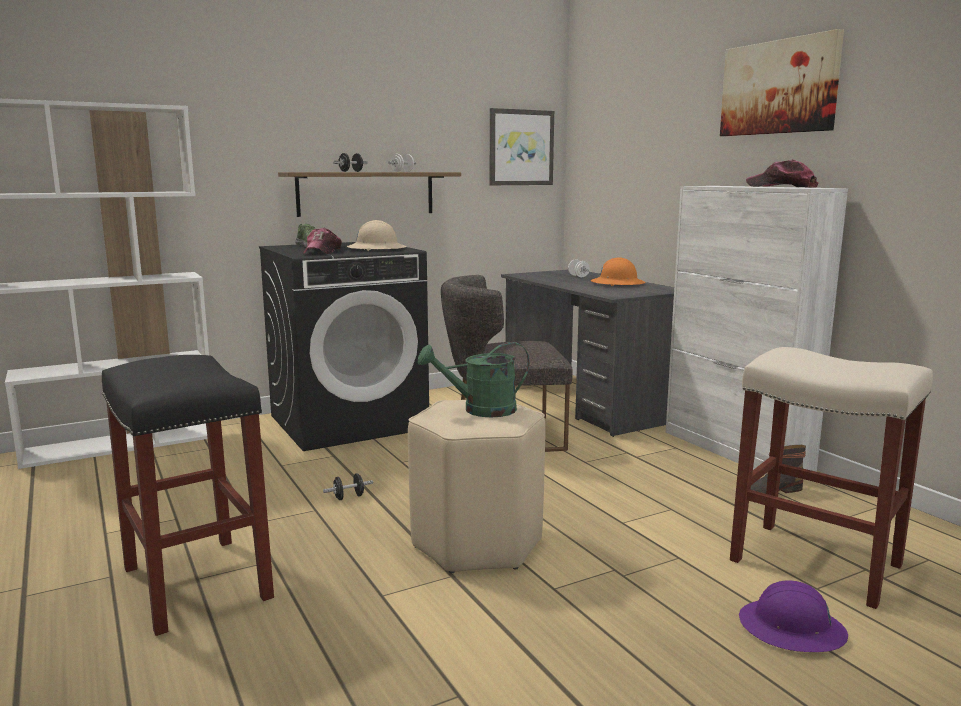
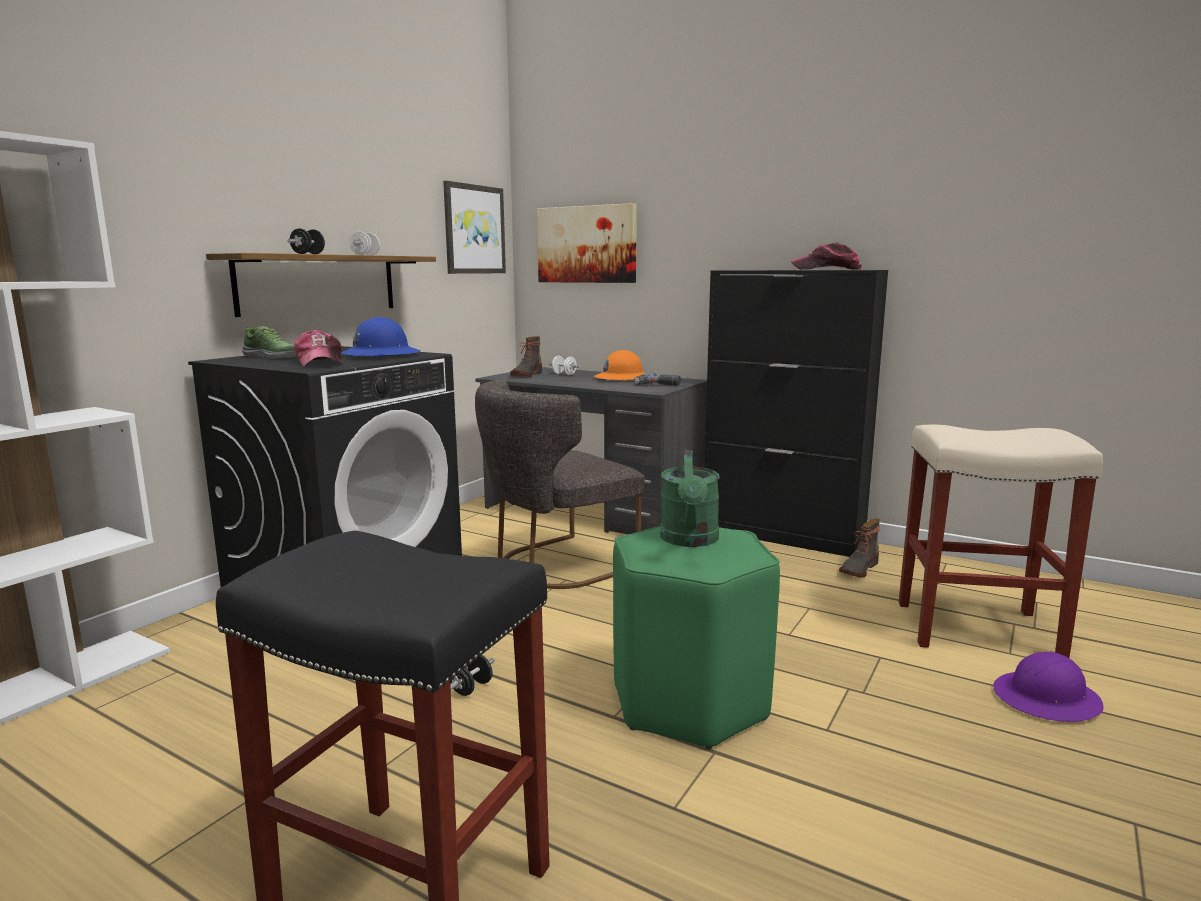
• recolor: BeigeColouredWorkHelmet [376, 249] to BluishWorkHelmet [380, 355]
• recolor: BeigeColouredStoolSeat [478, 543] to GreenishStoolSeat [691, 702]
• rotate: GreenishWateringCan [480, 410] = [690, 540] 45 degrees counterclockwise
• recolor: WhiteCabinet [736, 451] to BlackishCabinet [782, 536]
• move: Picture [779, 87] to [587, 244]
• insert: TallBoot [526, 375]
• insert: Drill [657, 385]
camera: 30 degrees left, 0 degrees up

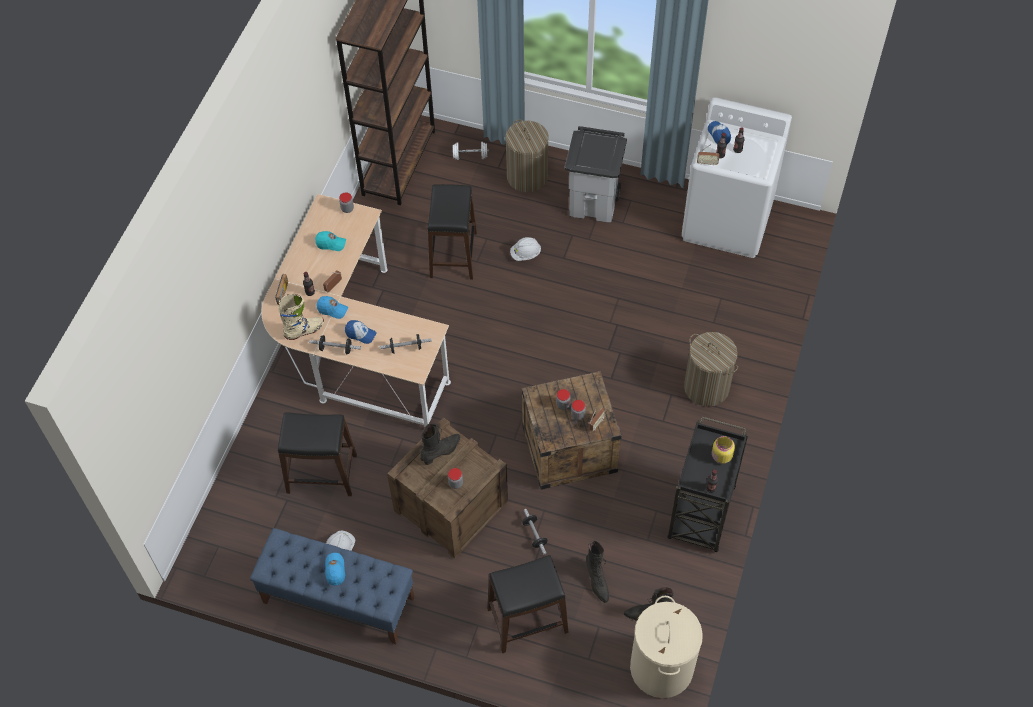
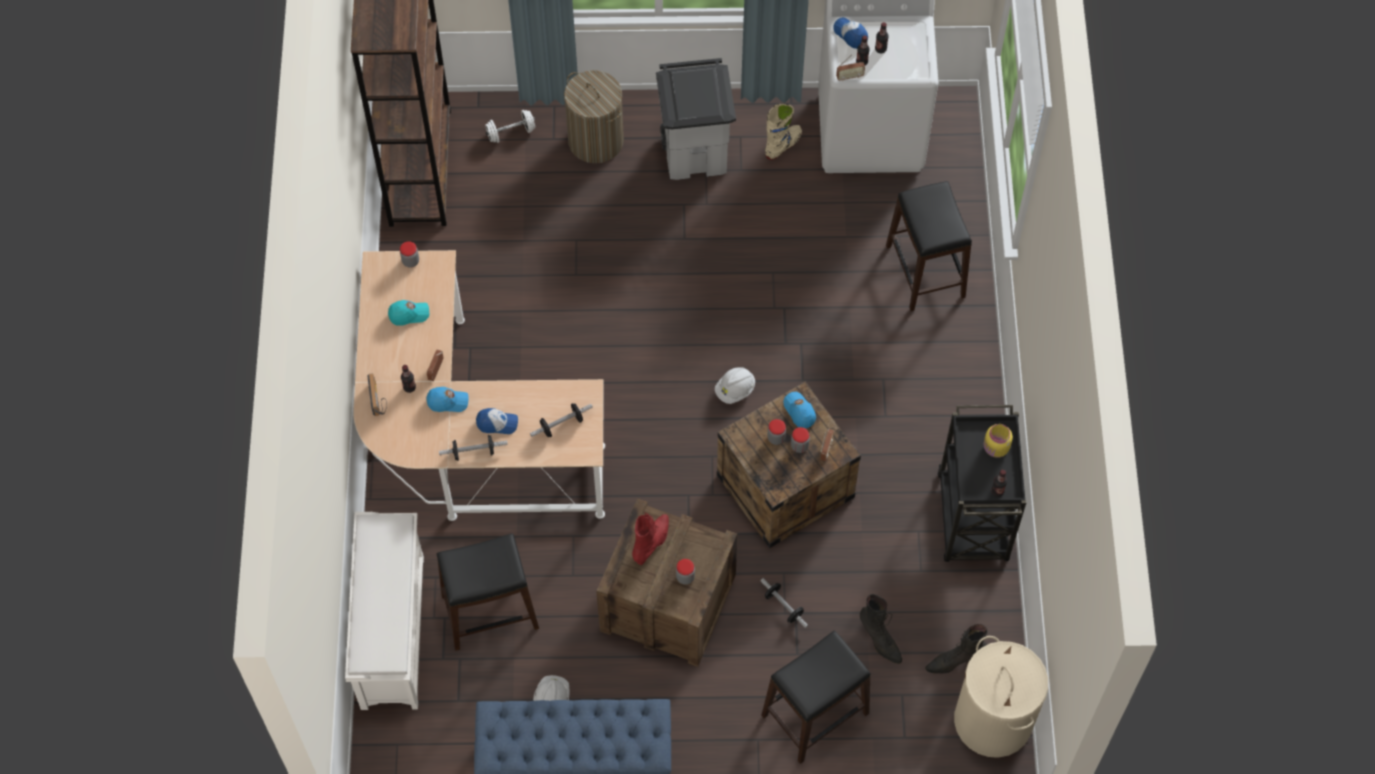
• move: BeigeColouredTallBoot [304, 331] to [783, 145]
• move: BluishPeakedCap [335, 570] to [799, 412]
• recolor: BlackishTallBoot [441, 452] to RedColouredTallBoot [652, 543]
• move: BlackishStoolSeat [454, 254] to [925, 271]
• move: WhiteWorkHelmet [525, 254] to [735, 390]
• delete: LaundryBasket [706, 387]
• insert: WhiteShoeStand [391, 630]
camera: 20 degrees left, 5 degrees up

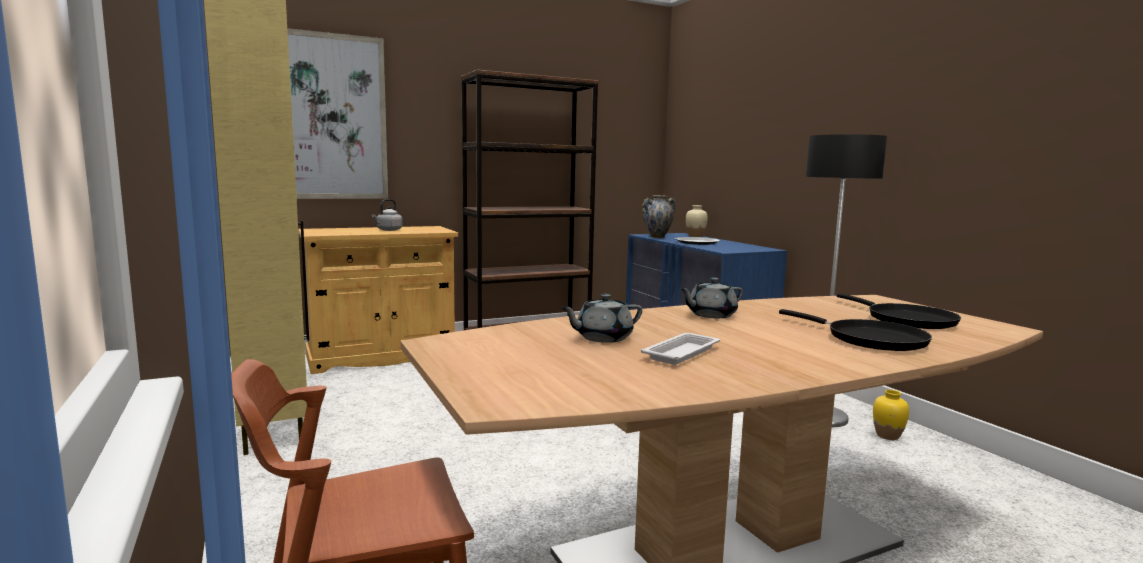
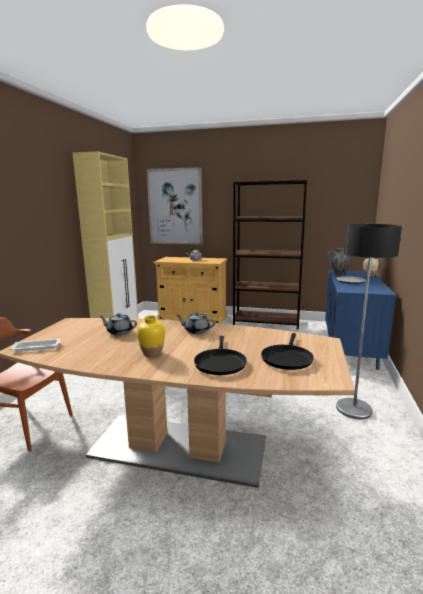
• move: WhiteCarryingTray [682, 353] to [37, 347]
• move: YellowColouredFlowerVase [887, 436] to [152, 354]
camera: 40 degrees right, 5 degrees up

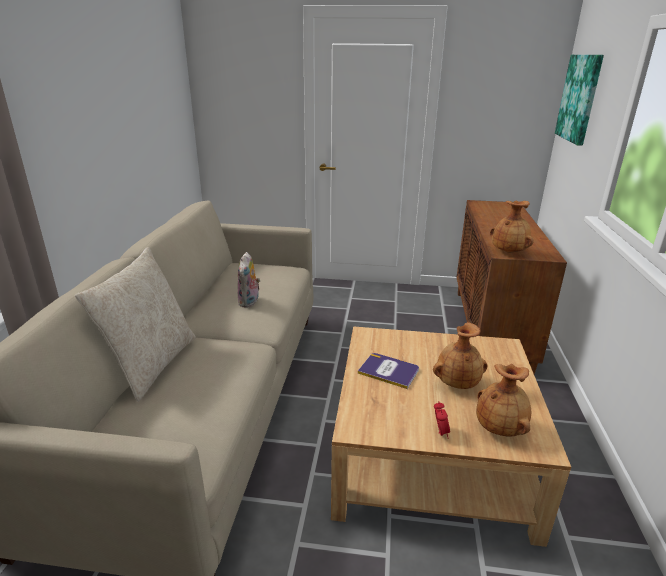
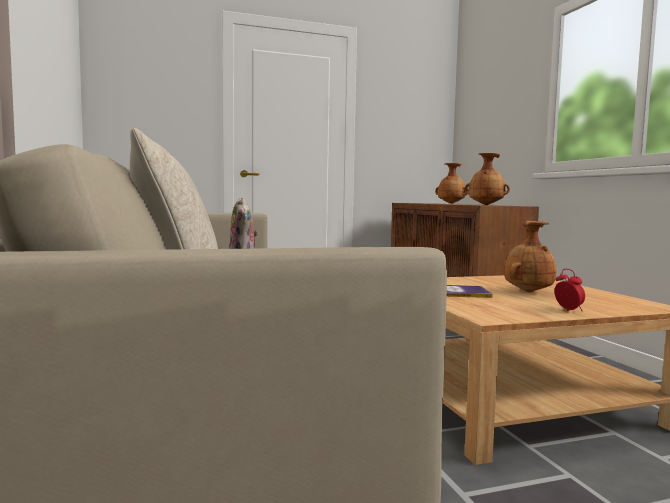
• move: BrownishFlowerVase [500, 428] to [451, 203]
• delete: Picture [579, 98]
camera: 25 degrees left, 20 degrees down

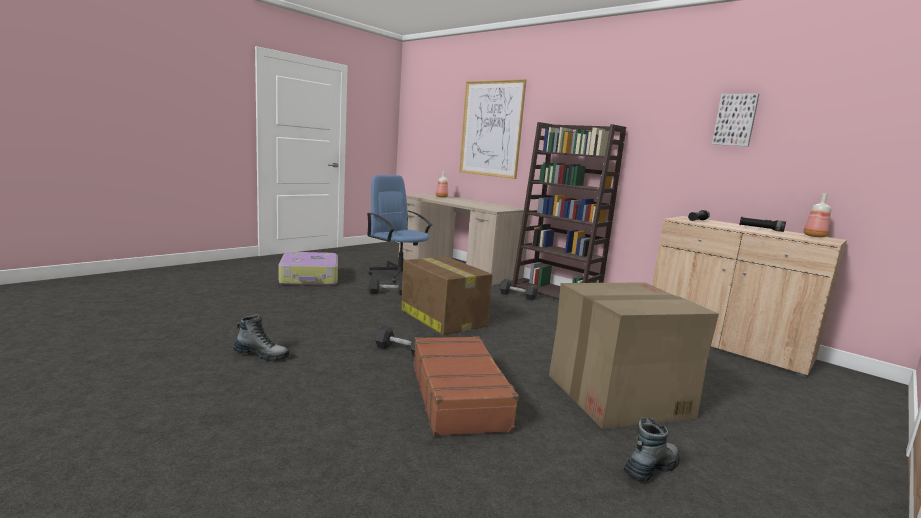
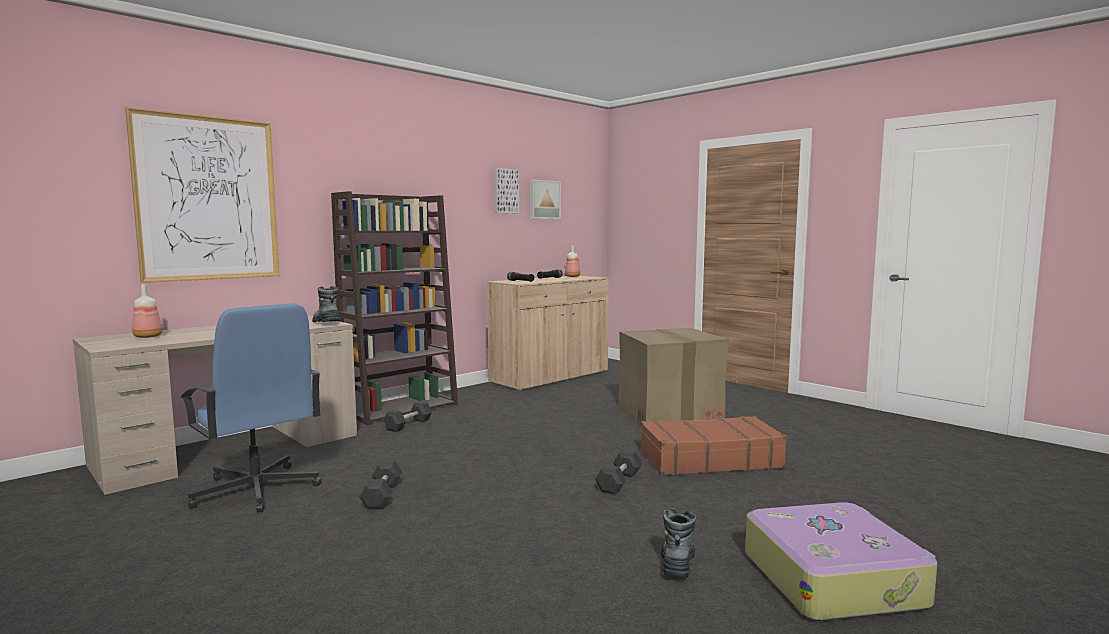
• move: Suitcase [310, 278] to [833, 579]
• rotate: BluishDeskChair [399, 274] = [256, 490] 90 degrees counterclockwise
• delete: PackingBox [442, 318]
• move: TallBoot [651, 468] to [326, 322]
• insert: Picture [544, 199]
camera: 85 degrees left, 5 degrees down

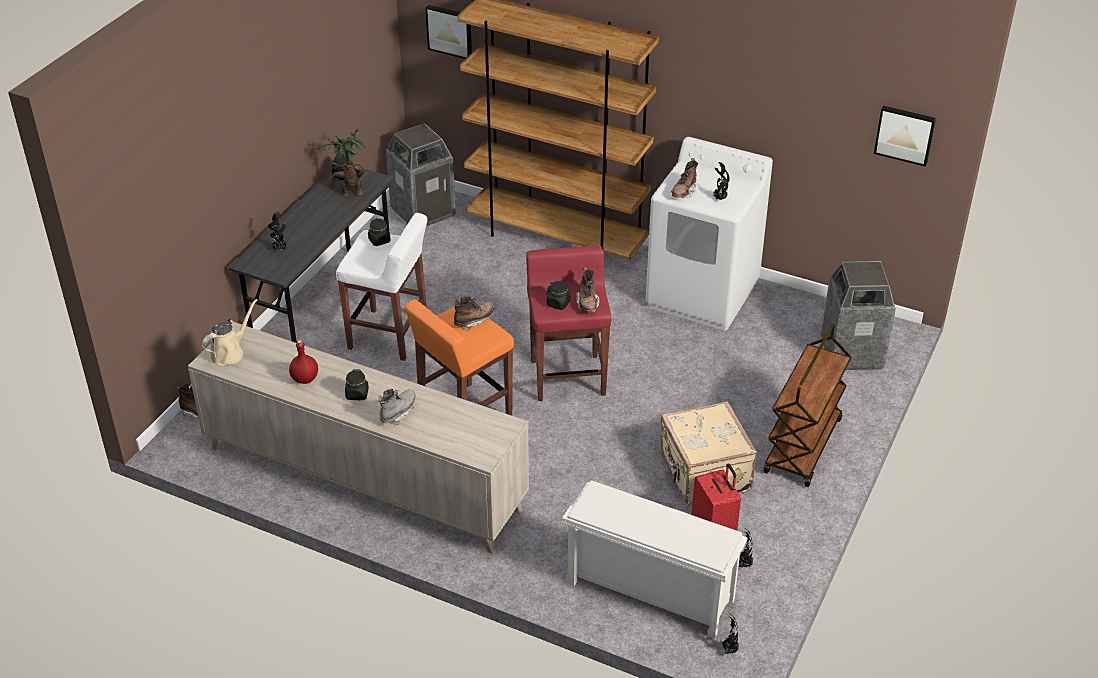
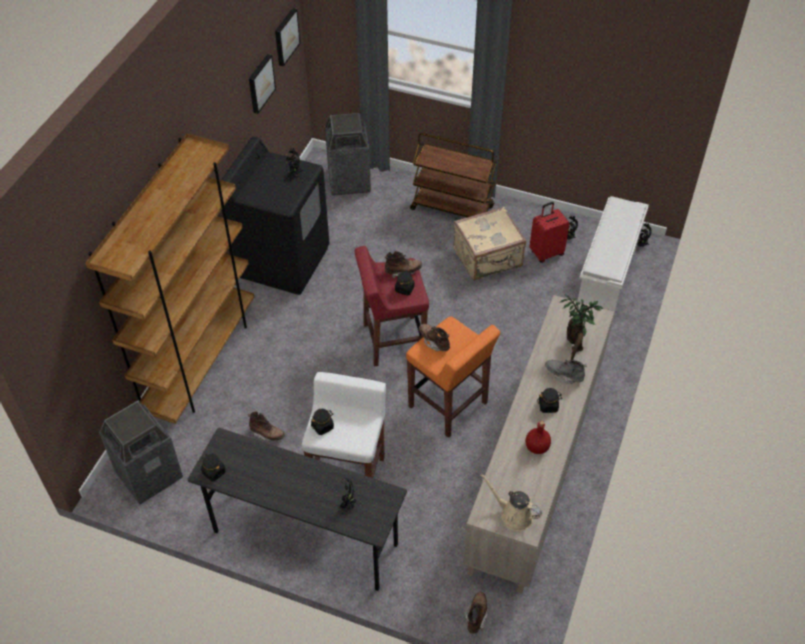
• move: PlantInAPot [349, 192] to [574, 346]
• move: Picture [450, 31] to [260, 83]
• recolor: WhiteLaundryAppliance [703, 295] to BlackishLaundryAppliance [282, 261]
• move: BrownishTallBoot [683, 192] to [267, 434]
camera: 95 degrees left, 10 degrees up

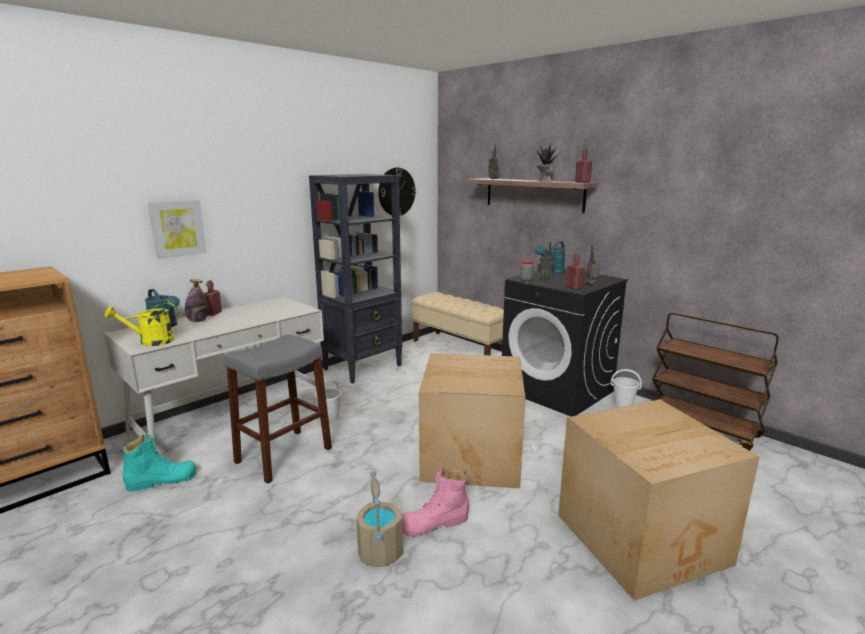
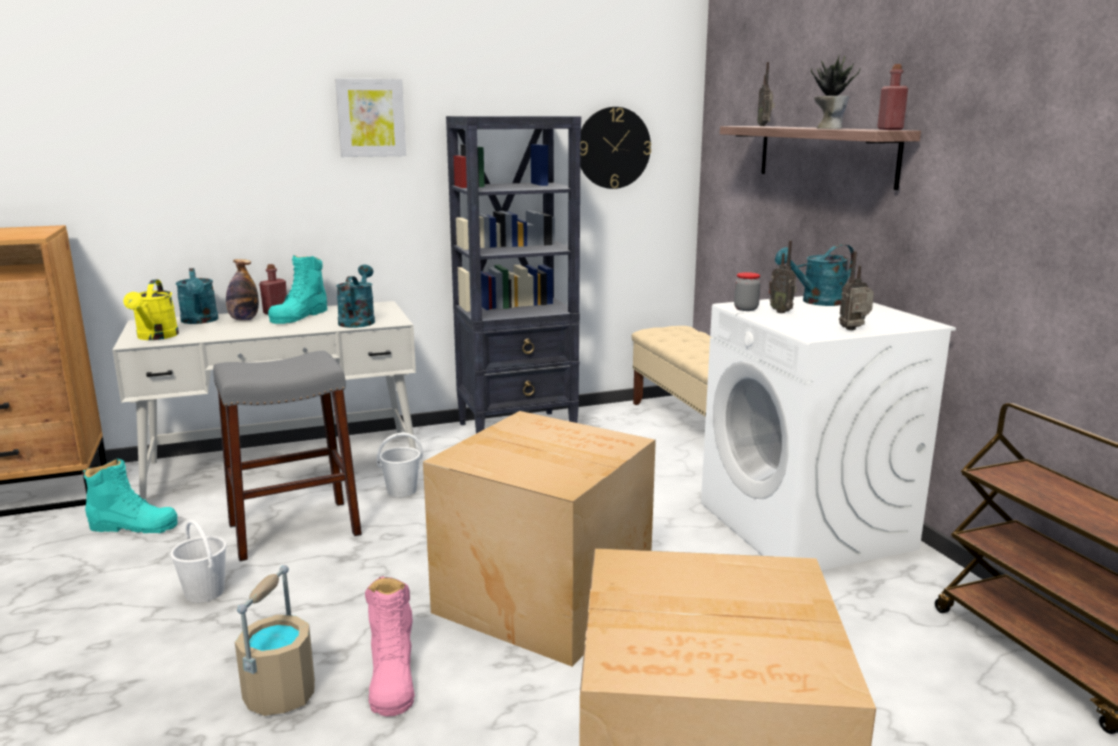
• rotate: YellowColouredWateringCan [150, 342] = [155, 337] 105 degrees counterclockwise
• move: Picture [177, 228] to [371, 118]
• rotate: PinkColouredTallBoot [435, 523] = [392, 678] 105 degrees counterclockwise
• recolor: BlackishLaundryAppliance [557, 390] to WhiteLaundryAppliance [806, 526]
• delete: RedColouredBeverageBottle [574, 287]
• move: WhiteBucket [623, 404] to [204, 592]
• insert: BlueGreenTallBoot [299, 316]
• insert: BlueGreenWateringCan [358, 321]
camera: 25 degrees right, 0 degrees up

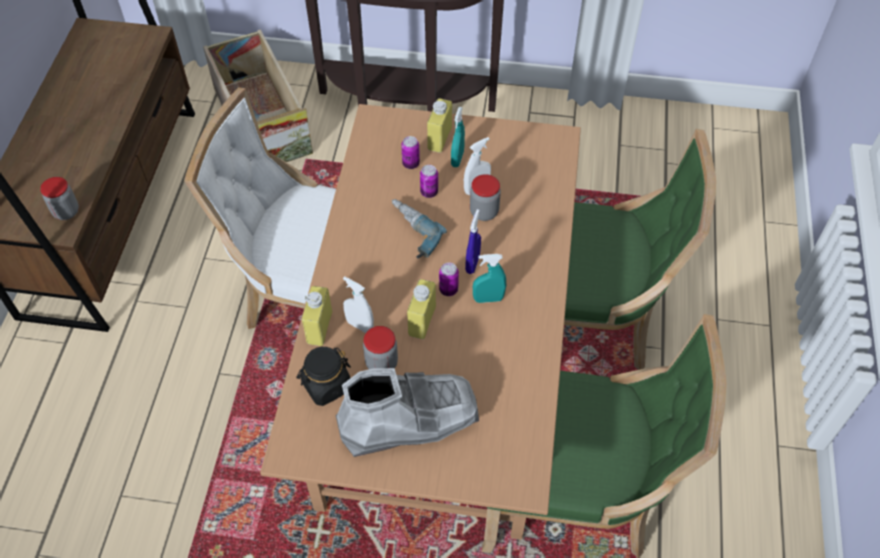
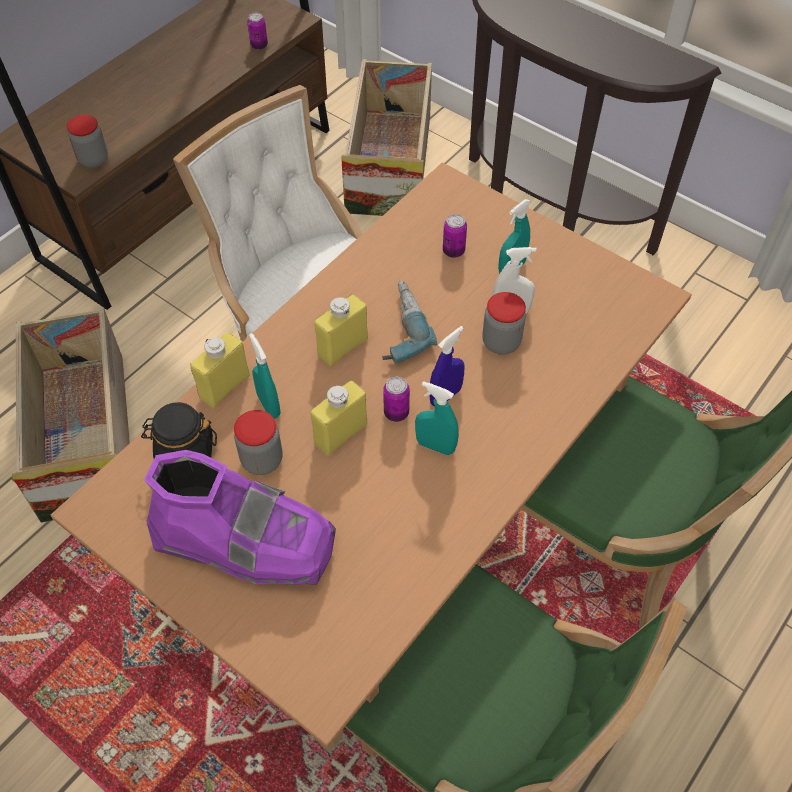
• recolor: GreyTallBoot [409, 420] to PurpleTallBoot [245, 541]
• recolor: WhiteSprayer [359, 325] to BlueGreenSprayer [269, 405]
• move: MetalCan [429, 192] to [259, 46]
• move: YellowColouredBeverageBottle [439, 138] to [342, 347]
• insert: Crate [85, 434]
camera: 30 degrees right, 0 degrees up

